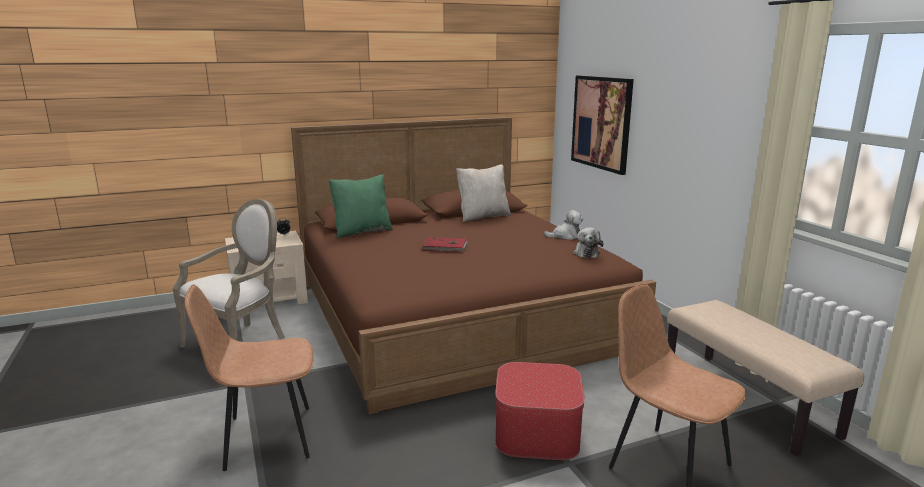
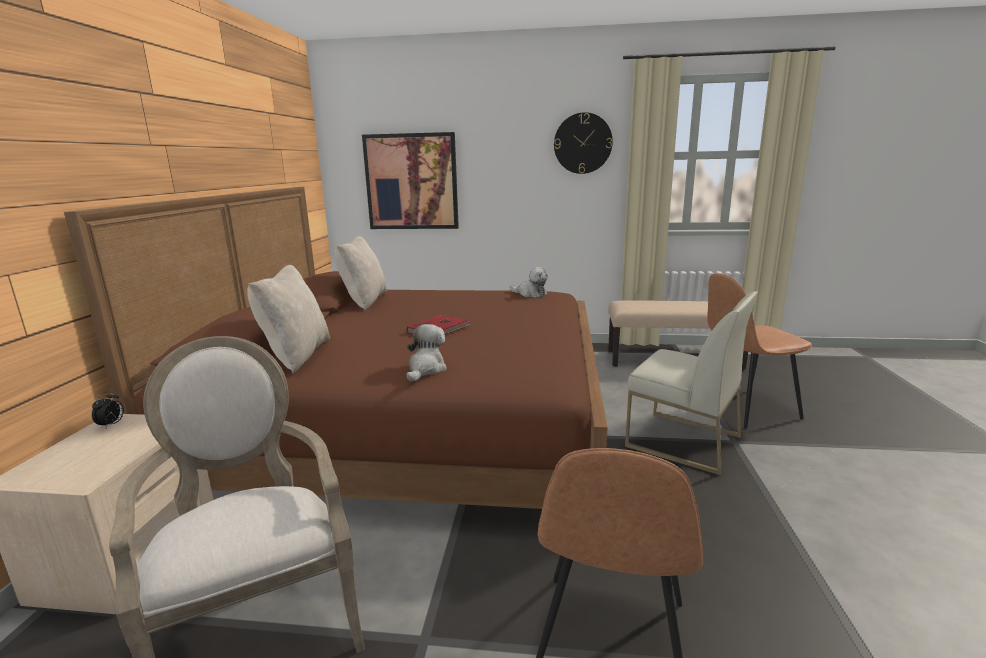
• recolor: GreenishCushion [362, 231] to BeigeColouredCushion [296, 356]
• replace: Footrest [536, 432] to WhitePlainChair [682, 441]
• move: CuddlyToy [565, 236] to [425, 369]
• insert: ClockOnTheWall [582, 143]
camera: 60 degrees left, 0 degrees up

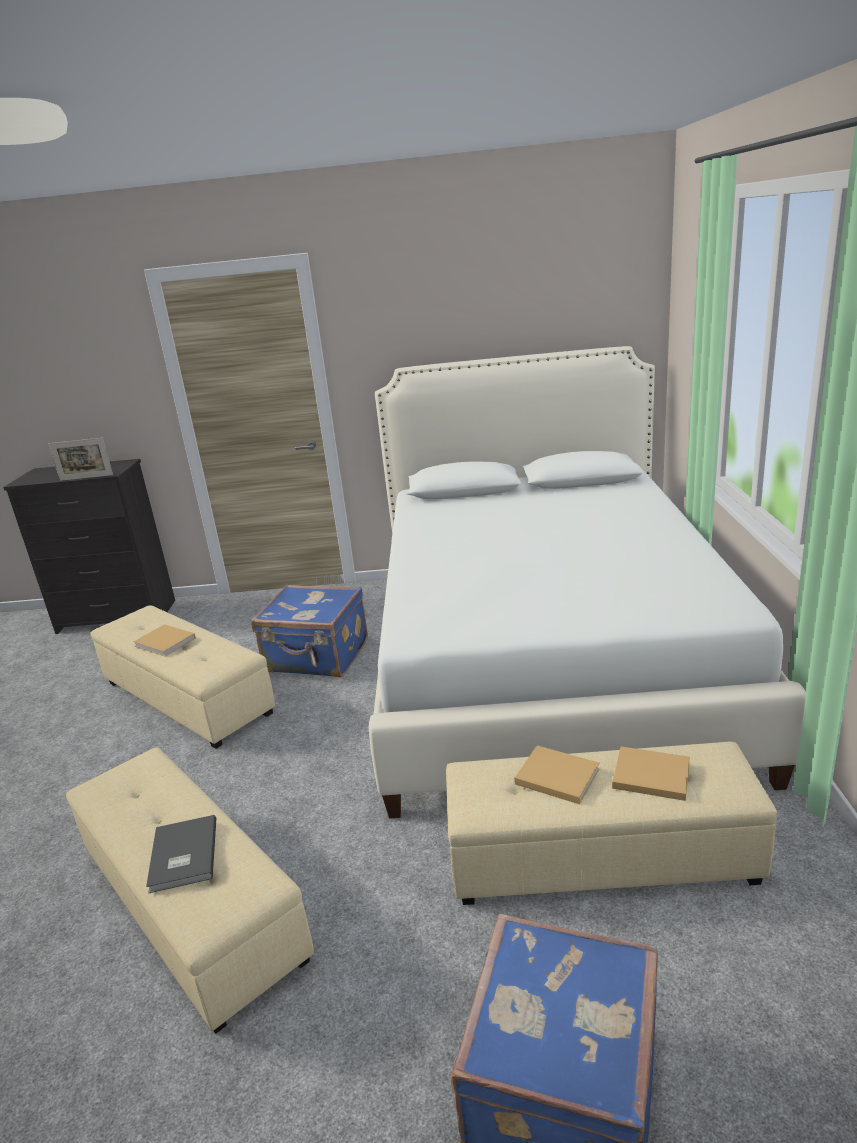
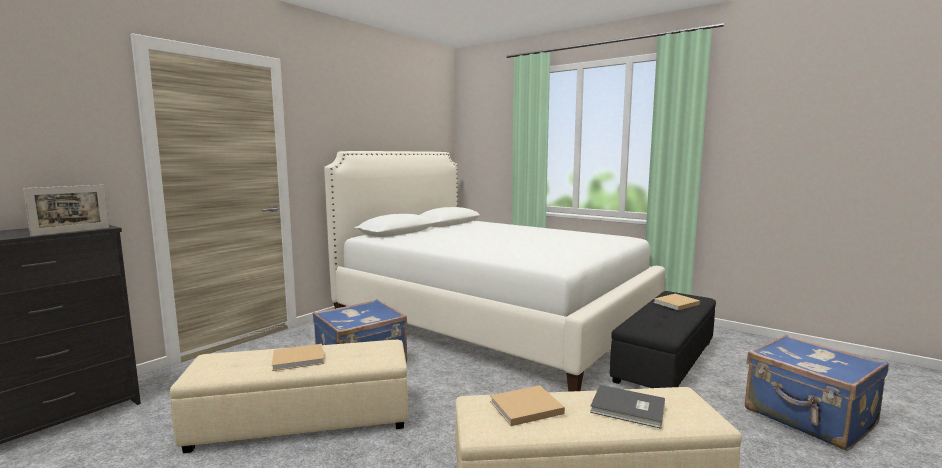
• recolor: BeigeColouredFootrest [600, 856] to BlackishFootrest [664, 361]
• move: BeigeColouredVolume [555, 776] to [524, 408]
camera: 55 degrees left, 15 degrees down

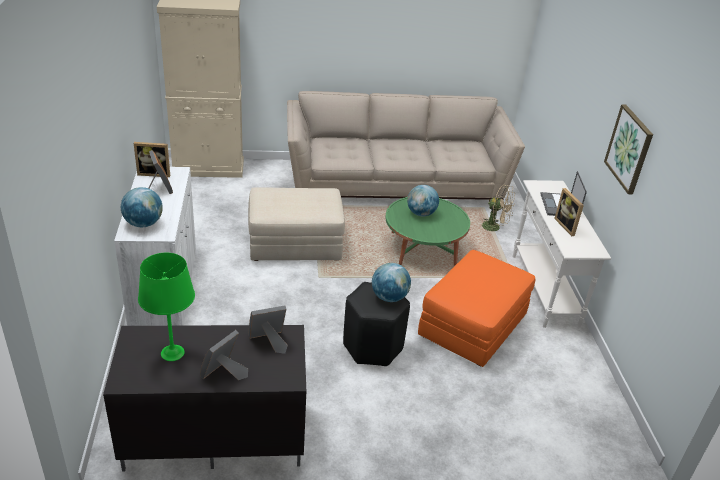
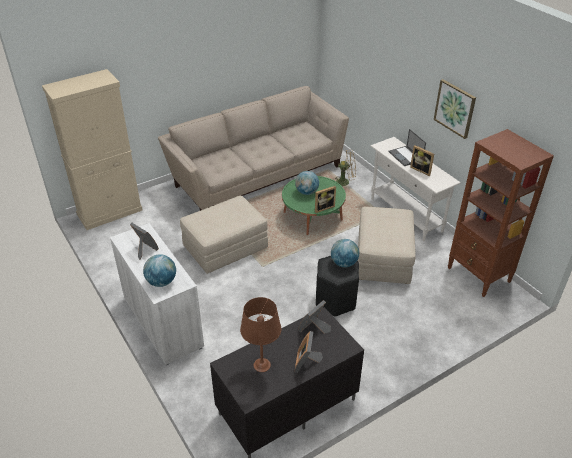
• move: PhotoFrame [154, 173] to [323, 207]
• recolor: GreenishLampForATable [173, 353] to BrownishLampForATable [262, 365]
• recolor: OrangeColouredFootrest [472, 326] to BeigeColouredFootrest [383, 259]
• insert: BrownishShelvingUnit [479, 275]
camera: 25 degrees left, 5 degrees up

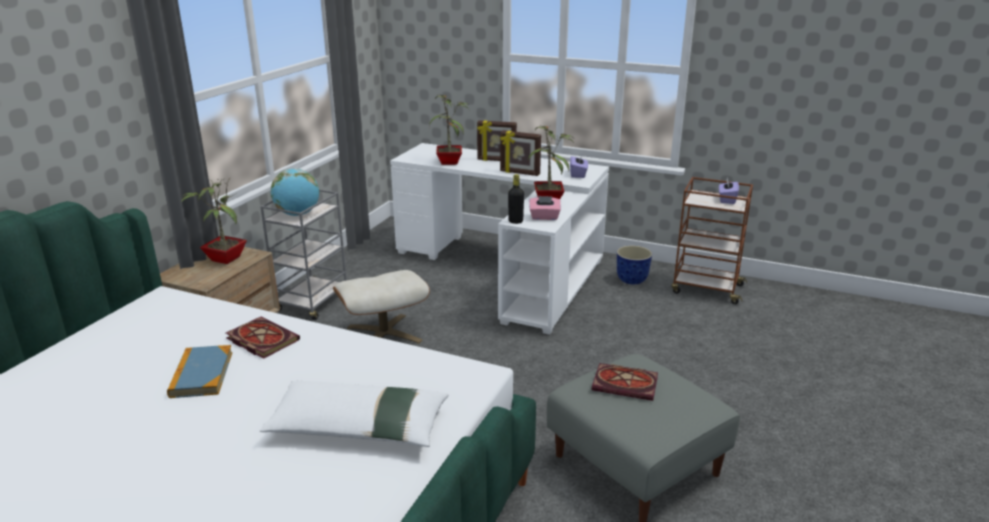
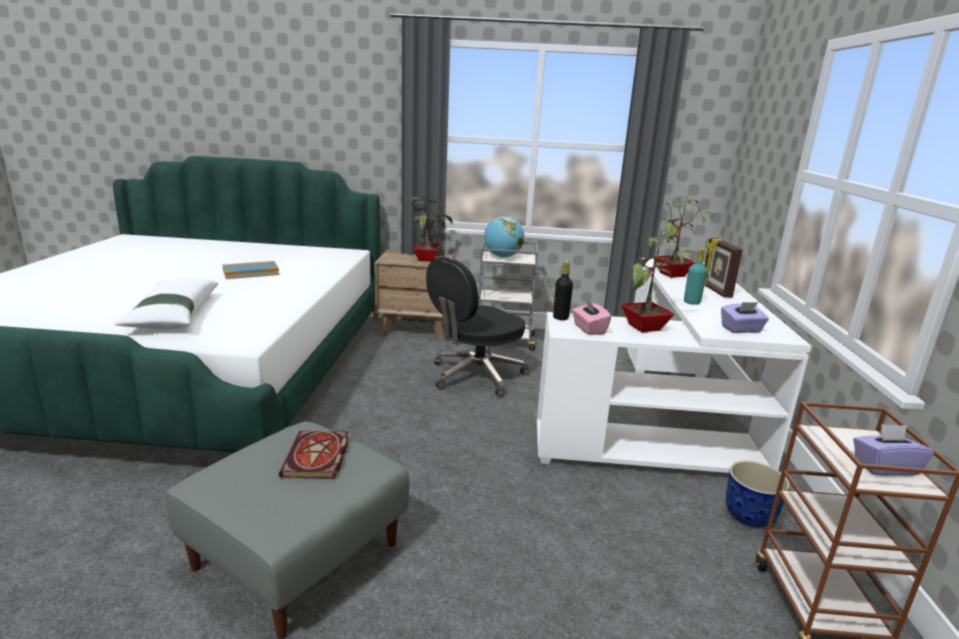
• delete: Volume [260, 339]
• replace: BeigeColouredFootrest [384, 334] to BlackishDeskChair [475, 376]
• replace: PhotoFrame [519, 173] to BlueGreenBeverageBottle [691, 302]
camera: 70 degrees right, 5 degrees down

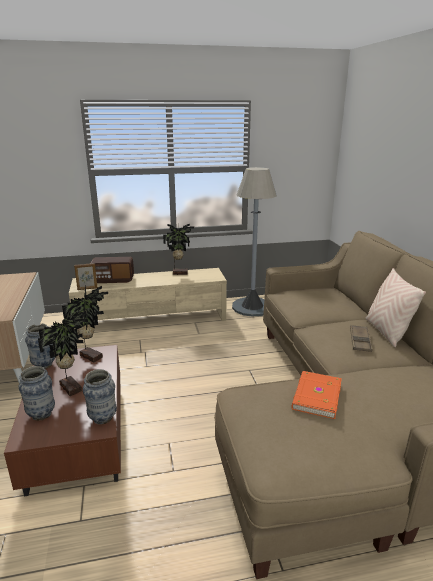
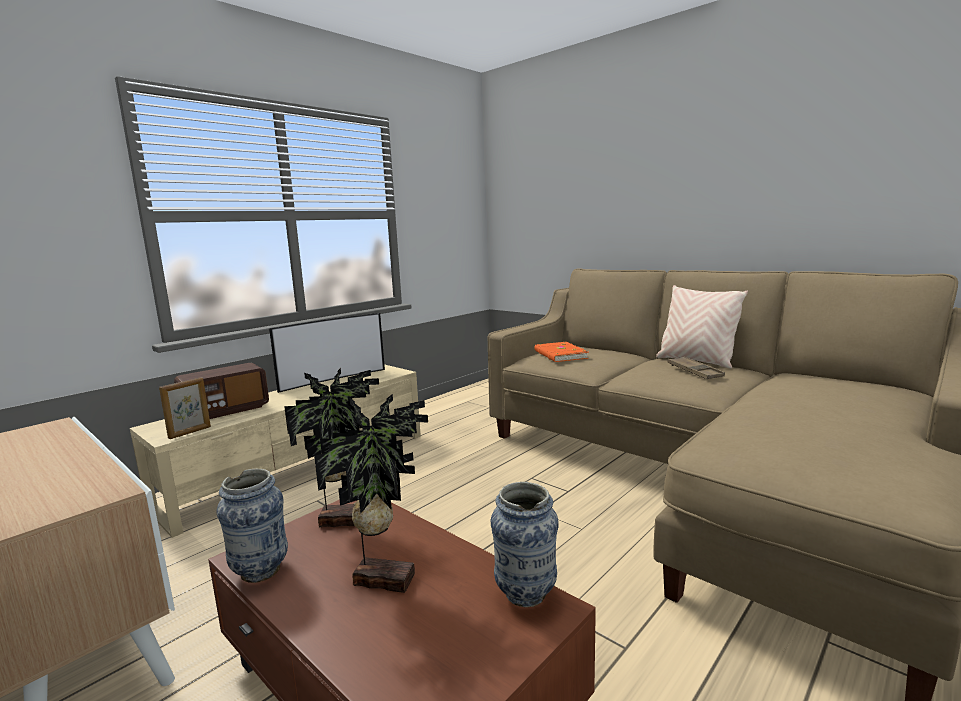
• delete: FlowerVase [41, 414]
• replace: PlantInAPot [179, 273] to Television [332, 379]
• delete: GreyStandardLamp [252, 307]
• move: OrangeColouredVolume [315, 396] to [559, 355]
camera: 35 degrees left, 10 degrees down

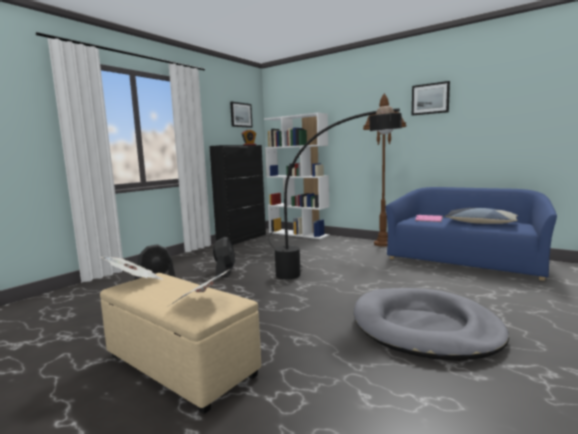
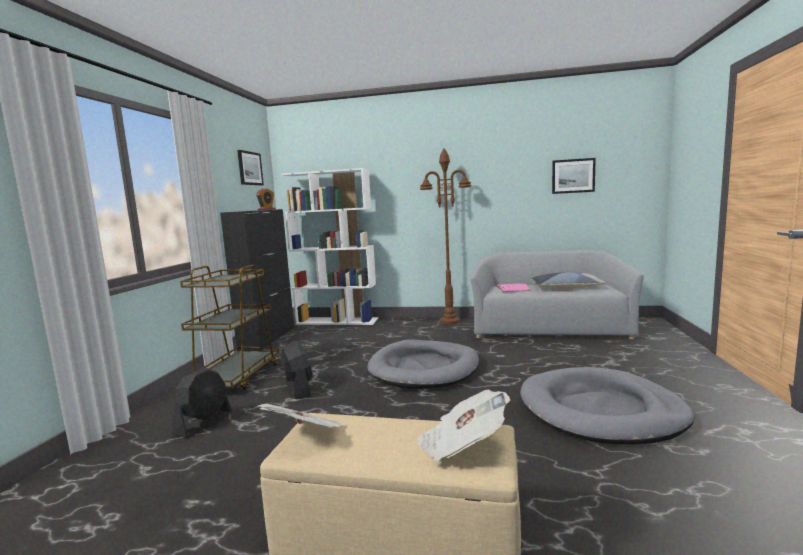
• replace: BlackishStandardLamp [320, 273] to GreyDogCushion [424, 368]
• recolor: BluishSofa [464, 260] to GreySofa [548, 328]
• move: Picture [430, 99] to [573, 176]
• insert: BrownishWheeledCart [237, 377]
camera: 25 degrees left, 0 degrees up

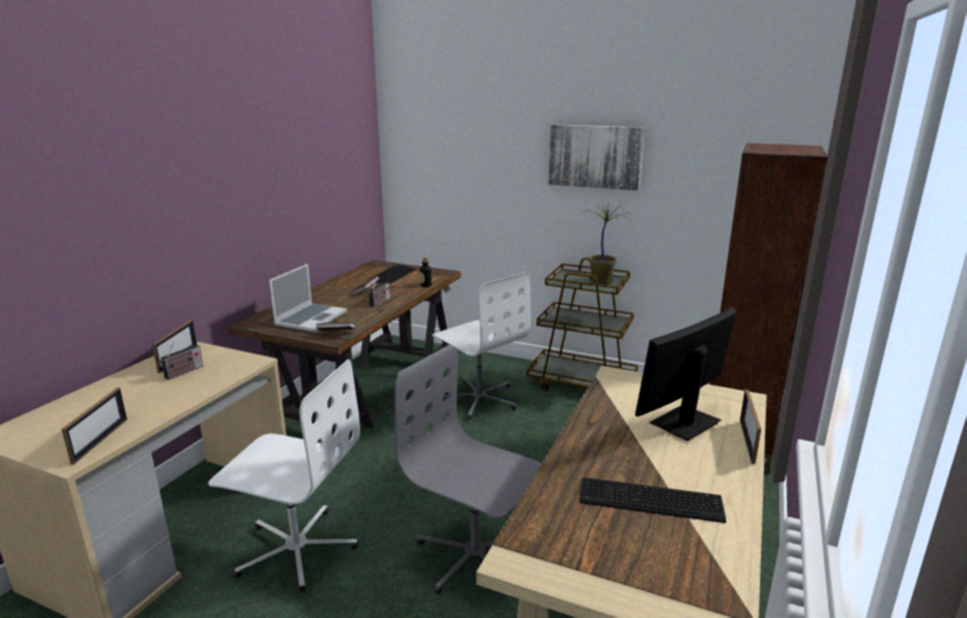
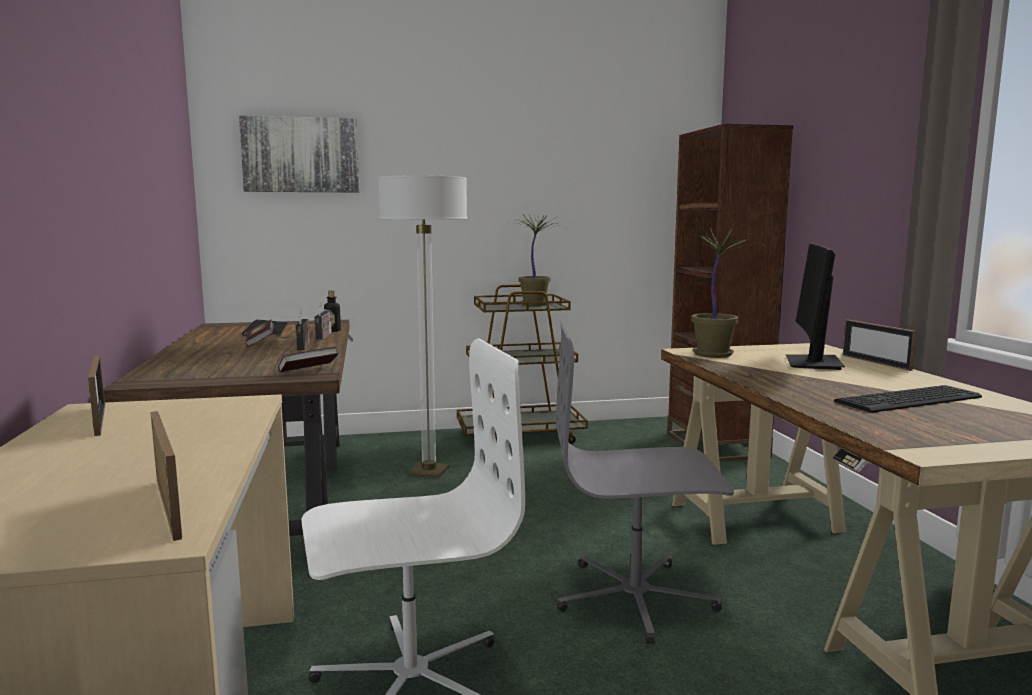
• move: Radio [182, 373] to [323, 336]
• delete: Laptop [311, 318]
• replace: WhiteDeskChair [479, 399] to StandardLamp [429, 472]
• move: Picture [595, 156] to [301, 155]
• insert: PlantInAPot [714, 354]
camera: 35 degrees left, 10 degrees down

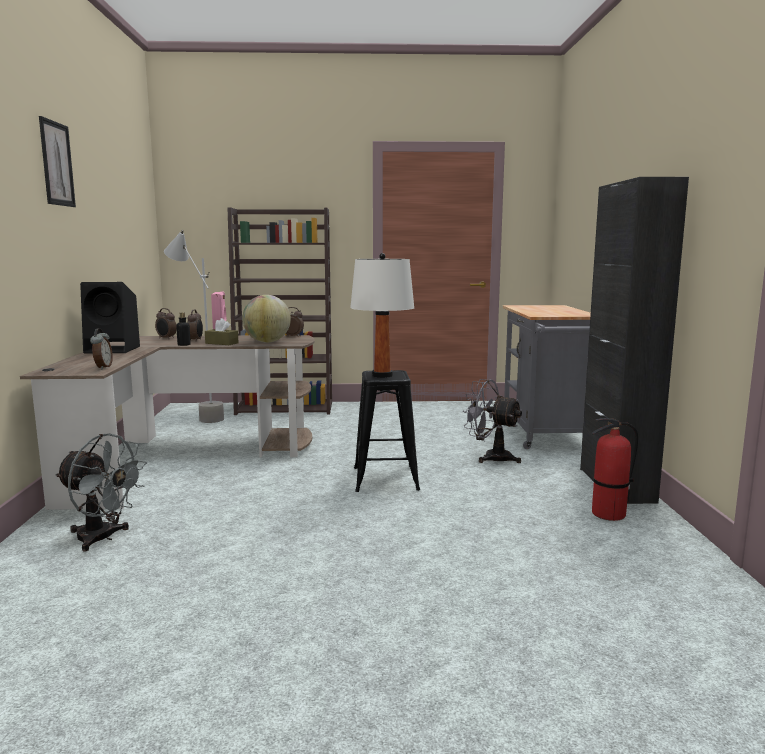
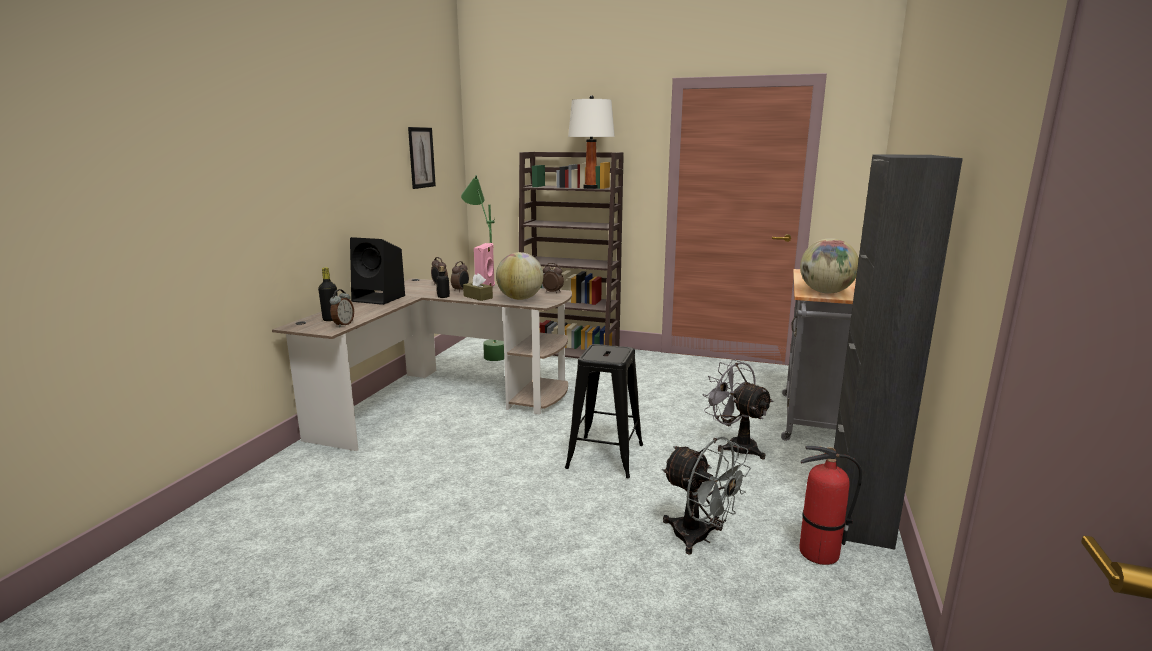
• move: Picture [57, 164] to [421, 157]
• move: GreyFan [103, 538] to [700, 538]
• recolor: GreyStandardLamp [199, 416] to GreenishStandardLamp [487, 351]
• move: WhiteLampForATable [382, 375] to [590, 188]
• insert: BlackishBeverageBottle [331, 319]
• insert: Globe [825, 292]
camera: 20 degrees right, 5 degrees up

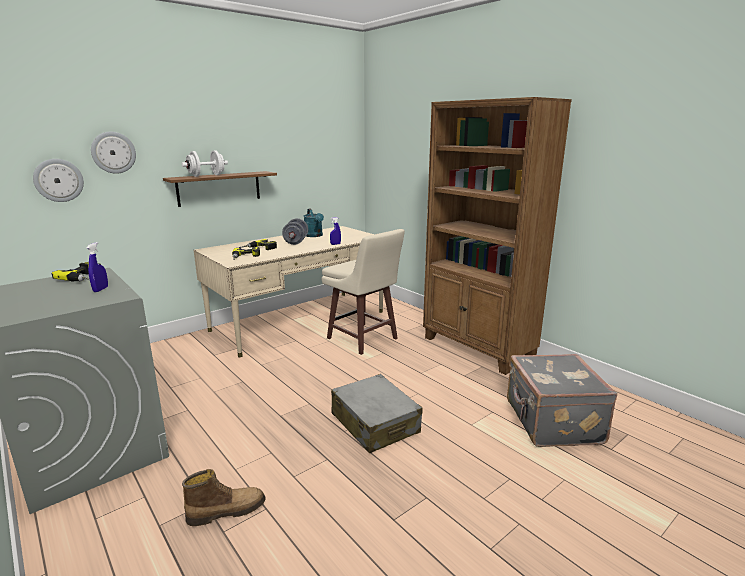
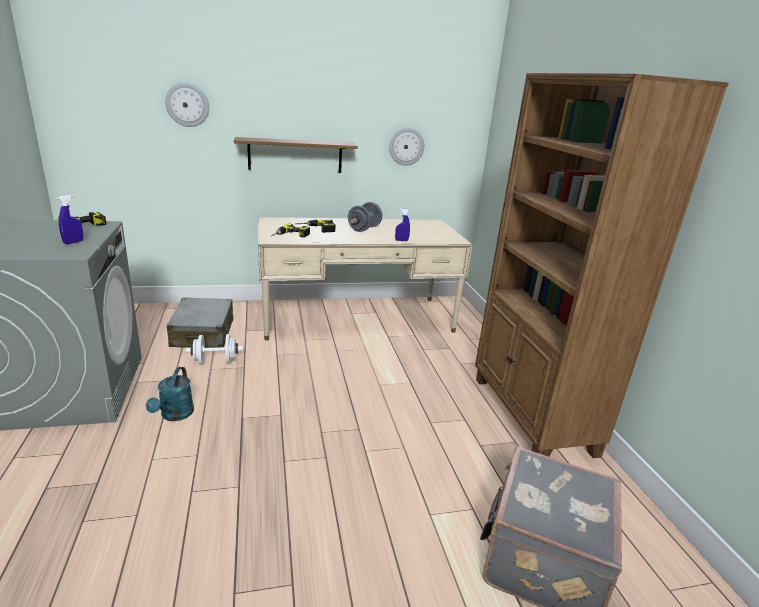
• move: ClockOnTheWall [58, 180] to [406, 146]
• move: WhiteDumbbell [206, 175] to [215, 362]
• delete: TallBoot [226, 511]
• move: BlueGreenWateringCan [314, 236] to [175, 415]
• delete: BeigeColouredStoolSeat [363, 339]
• move: GreySuitcase [375, 423] to [203, 333]
camera: 25 degrees right, 5 degrees up

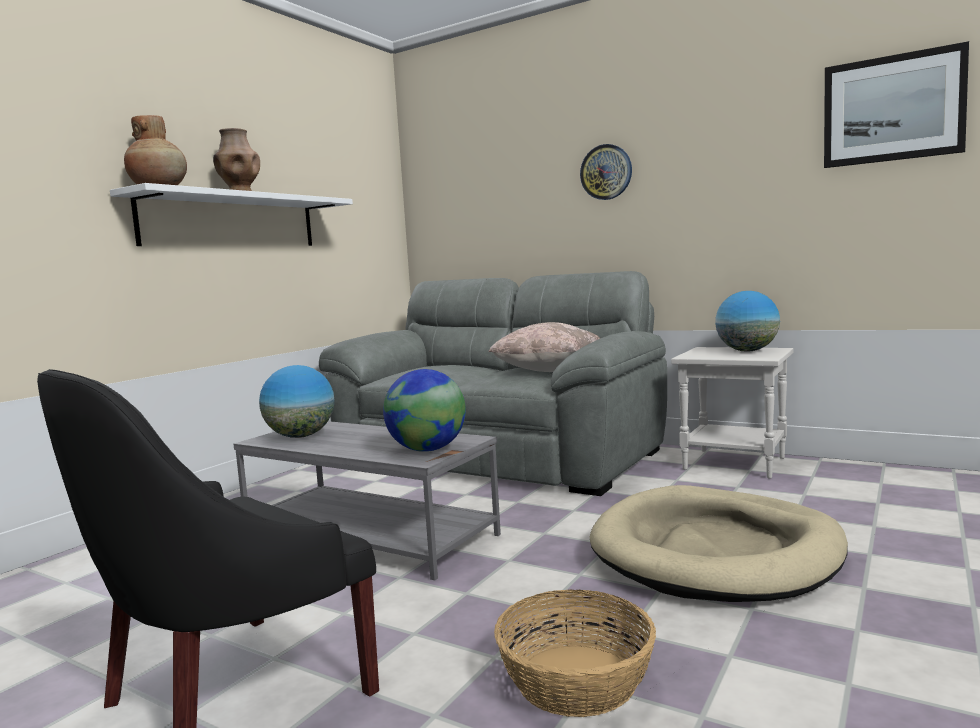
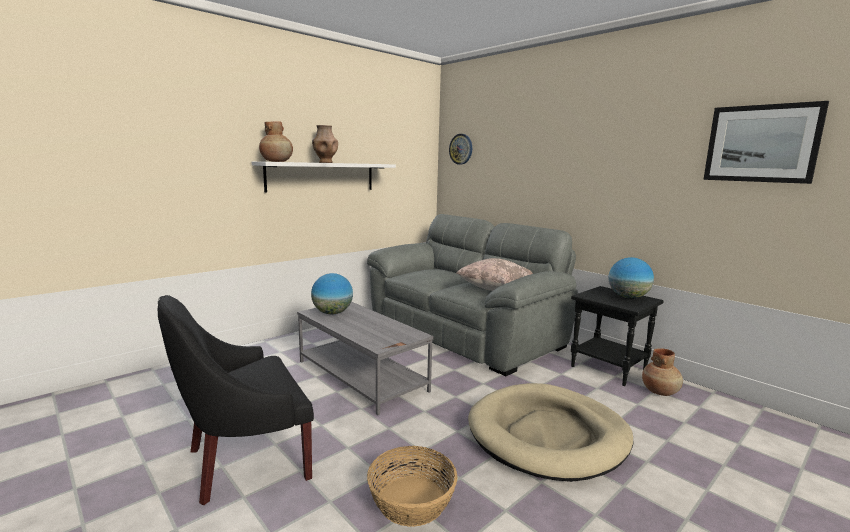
• delete: Globe [427, 450]
• move: ClockOnTheWall [606, 172] to [461, 149]
• recolor: WhiteSideTable [735, 463] to BlackishSideTable [609, 368]
• insert: BrownishFlowerVase [660, 391]
camera: 15 degrees right, 5 degrees up

